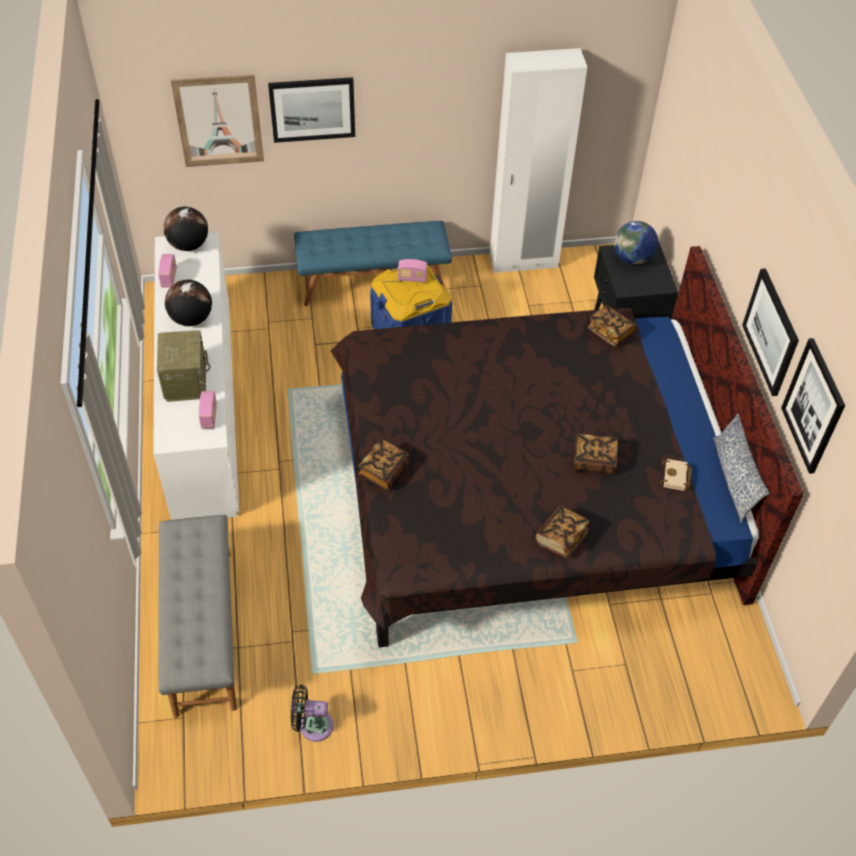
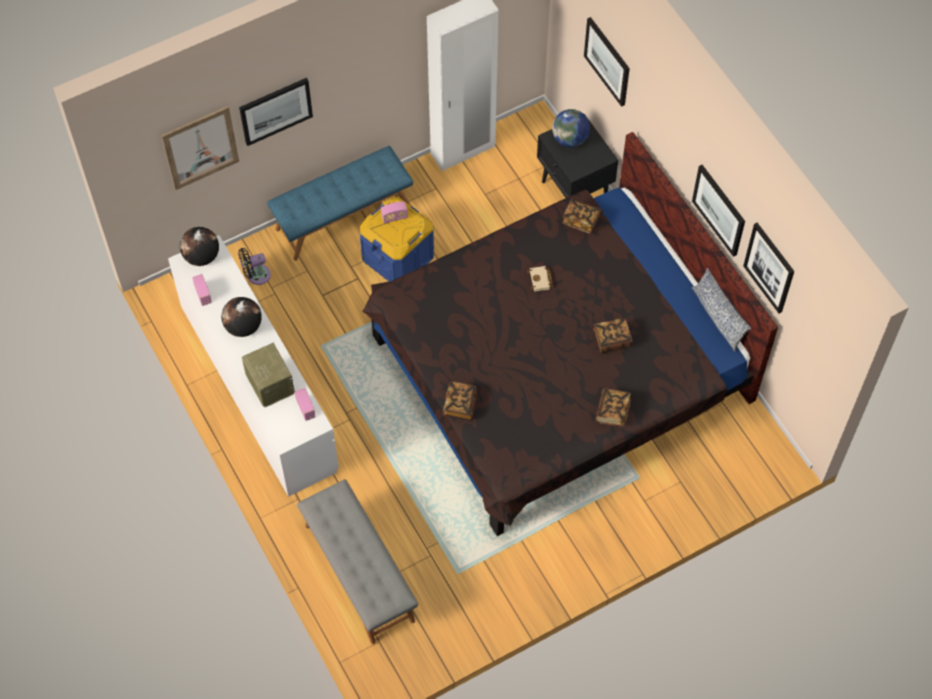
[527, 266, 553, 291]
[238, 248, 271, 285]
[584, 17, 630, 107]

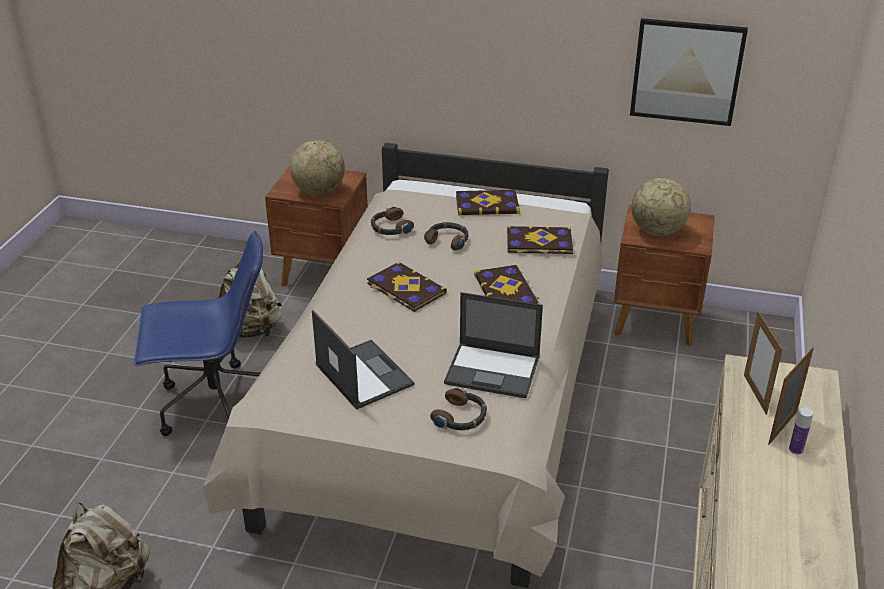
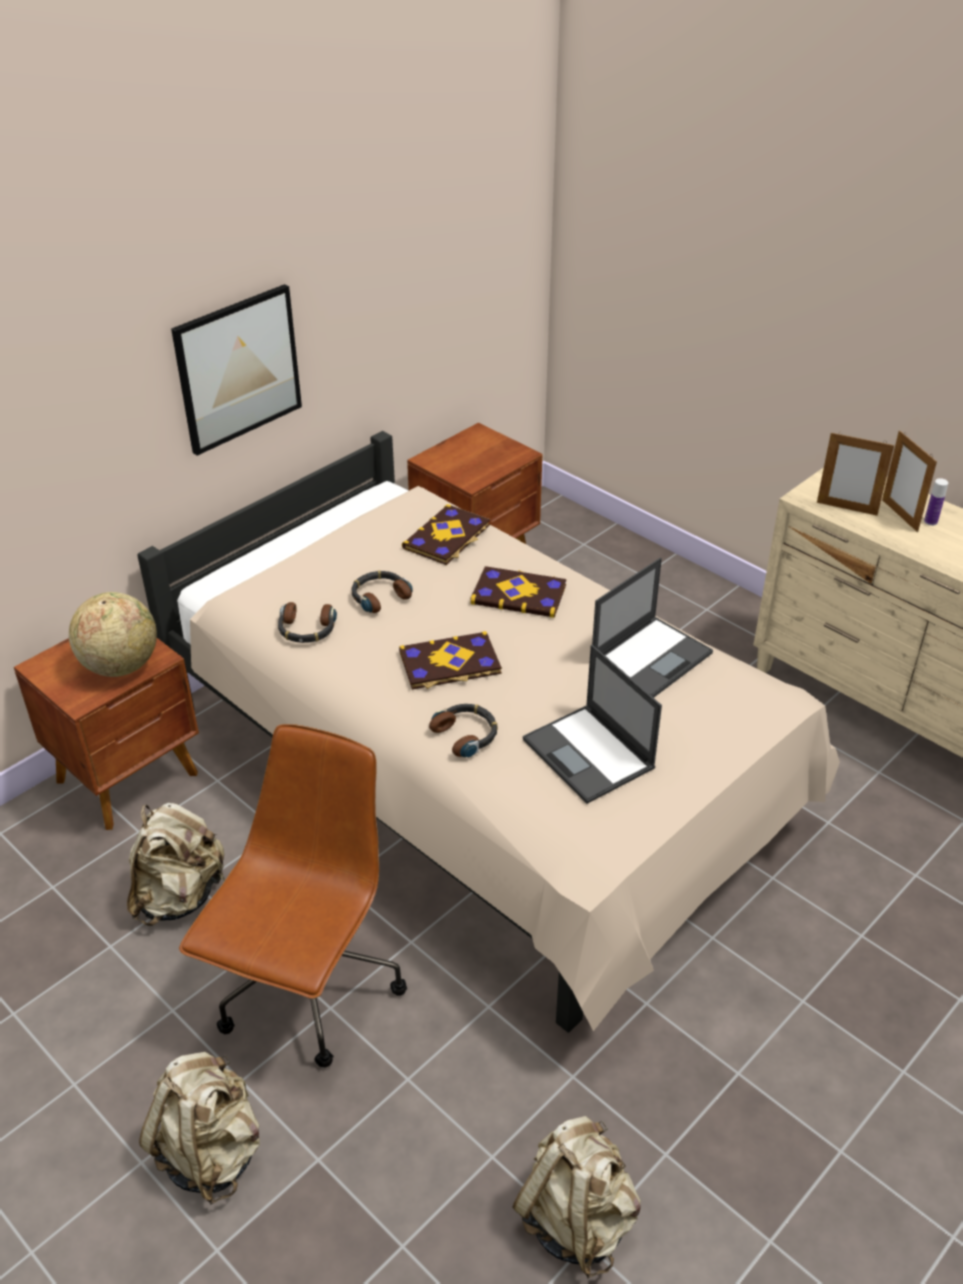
[171, 284, 302, 456]
[631, 178, 691, 236] (first image)
[456, 190, 520, 215] (first image)
[179, 724, 407, 1068]
[523, 645, 662, 804]
[429, 704, 497, 758]
[139, 1052, 260, 1205]

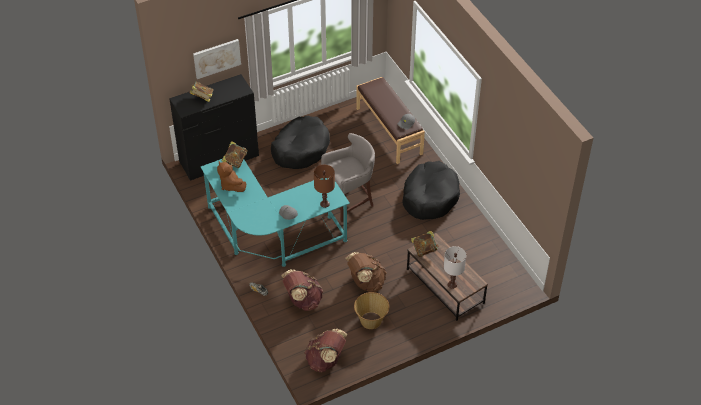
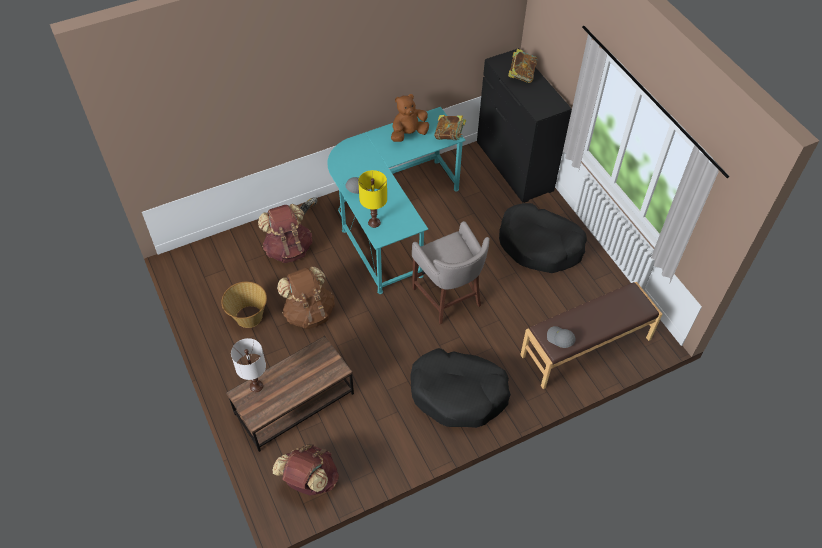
[193, 39, 241, 79] (first image)
[358, 170, 387, 228]
[411, 231, 439, 257] (first image)
[273, 444, 339, 495]

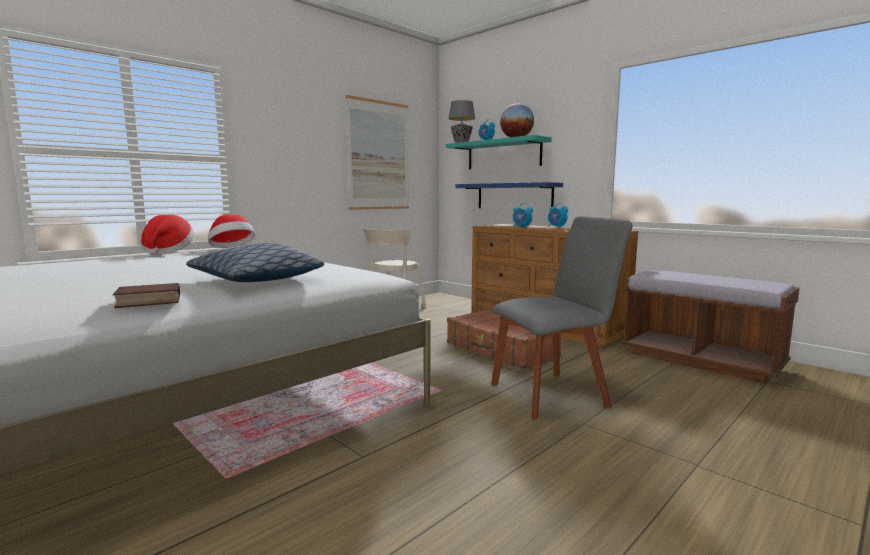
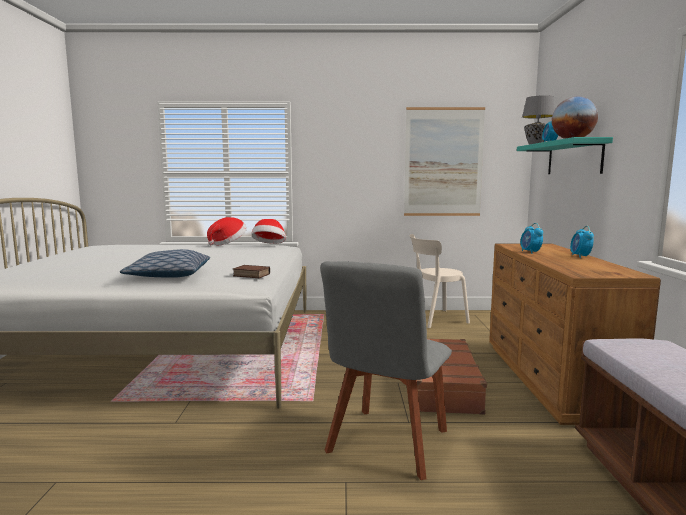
[456, 182, 563, 208] (first image)
[320, 261, 452, 480]
[233, 265, 270, 278]

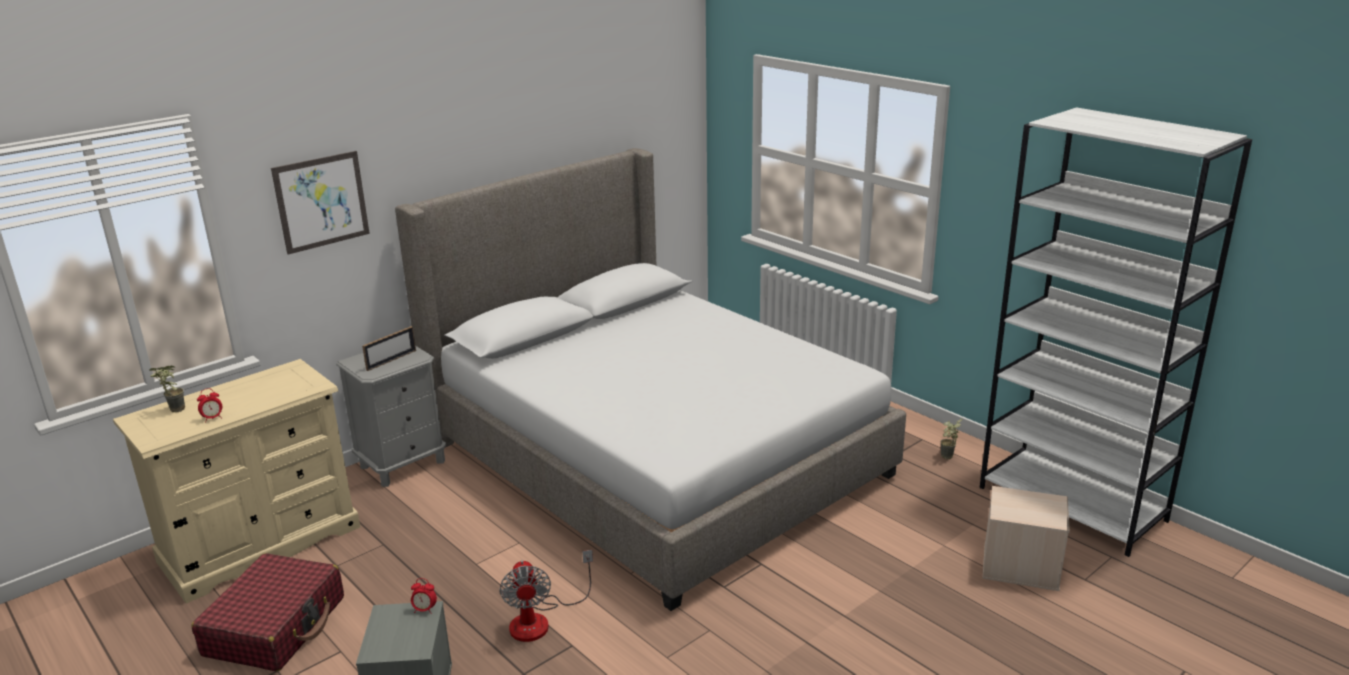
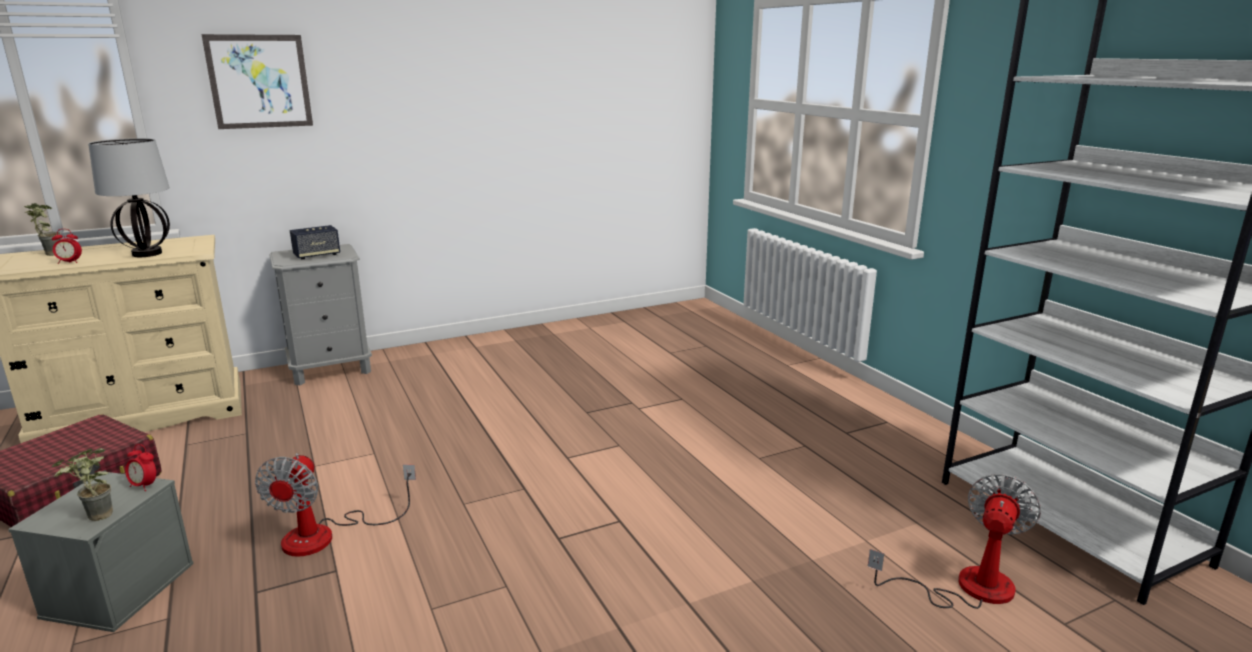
[395, 148, 906, 611] (first image)
[290, 225, 340, 260]
[52, 448, 113, 521]
[868, 474, 1041, 609]
[88, 138, 170, 257]

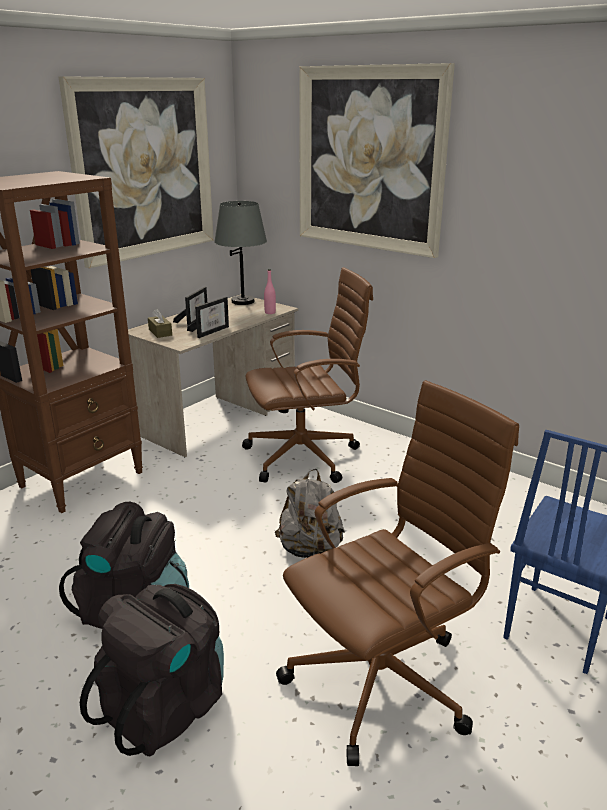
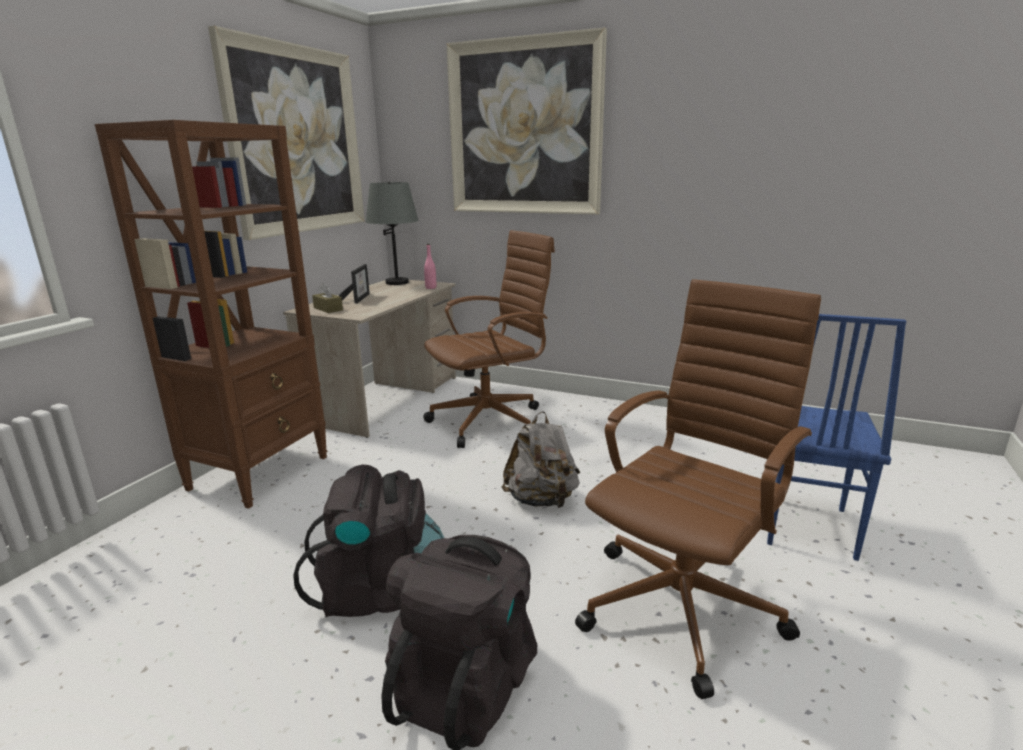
[187, 297, 229, 338] (first image)

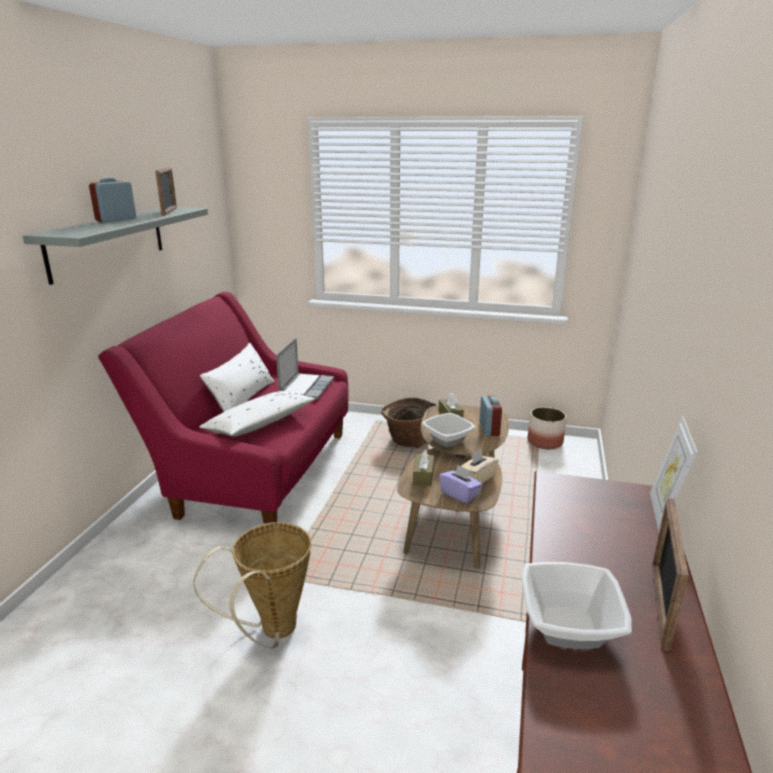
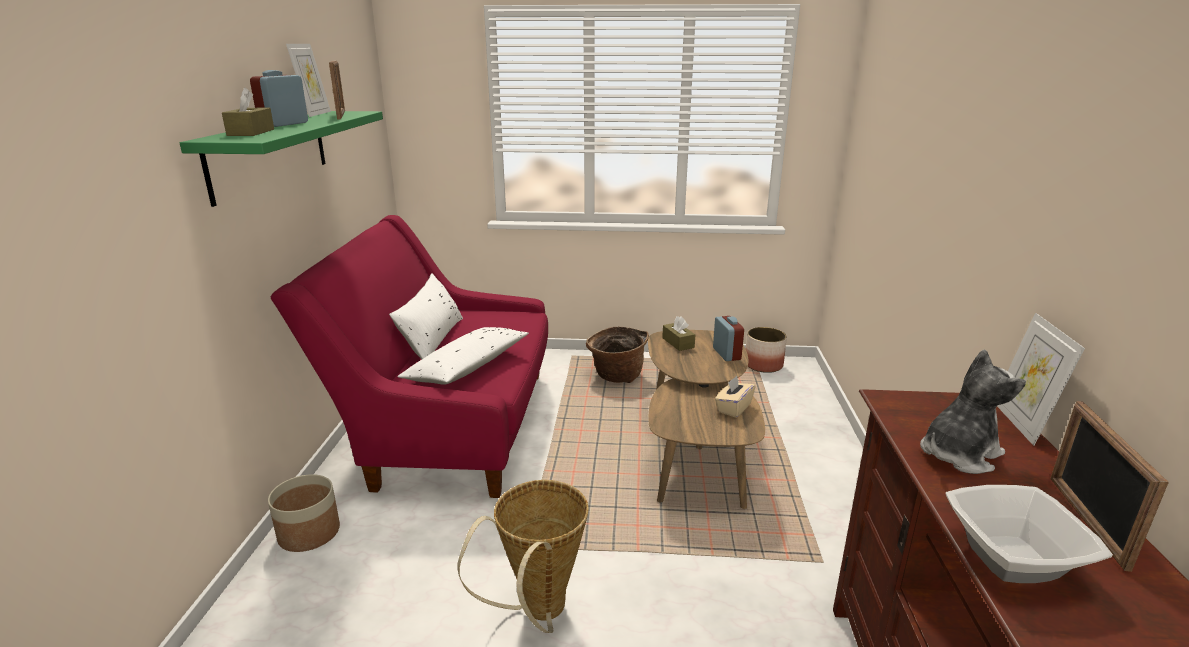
[180, 111, 383, 207]
[276, 337, 334, 399] (first image)
[422, 413, 476, 447] (first image)
[222, 87, 274, 136]
[439, 465, 482, 504] (first image)
[286, 44, 331, 117]
[920, 349, 1026, 474]
[268, 474, 340, 552]

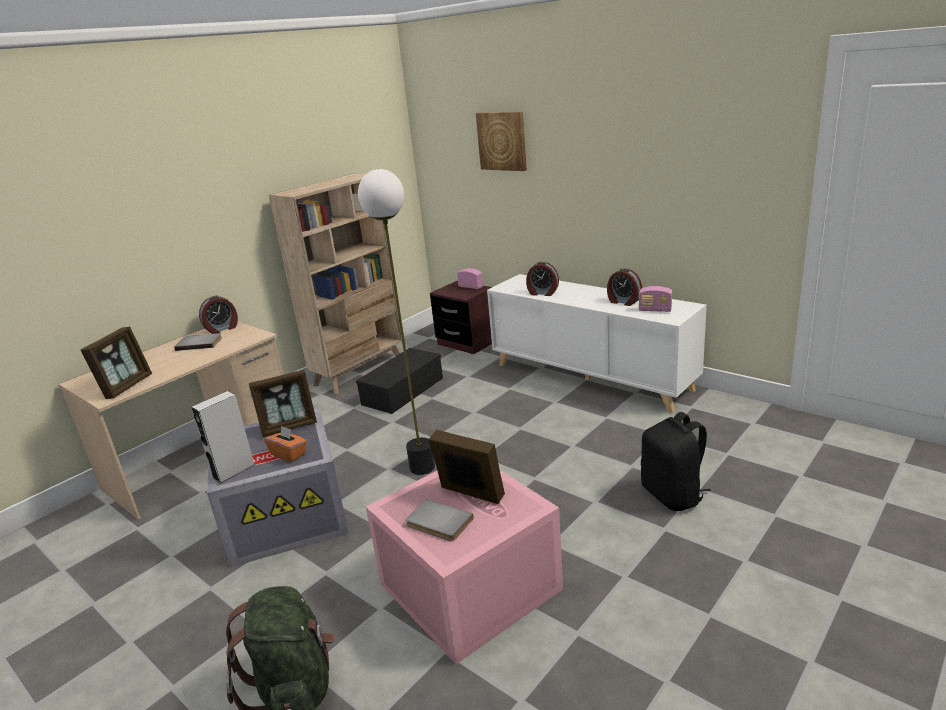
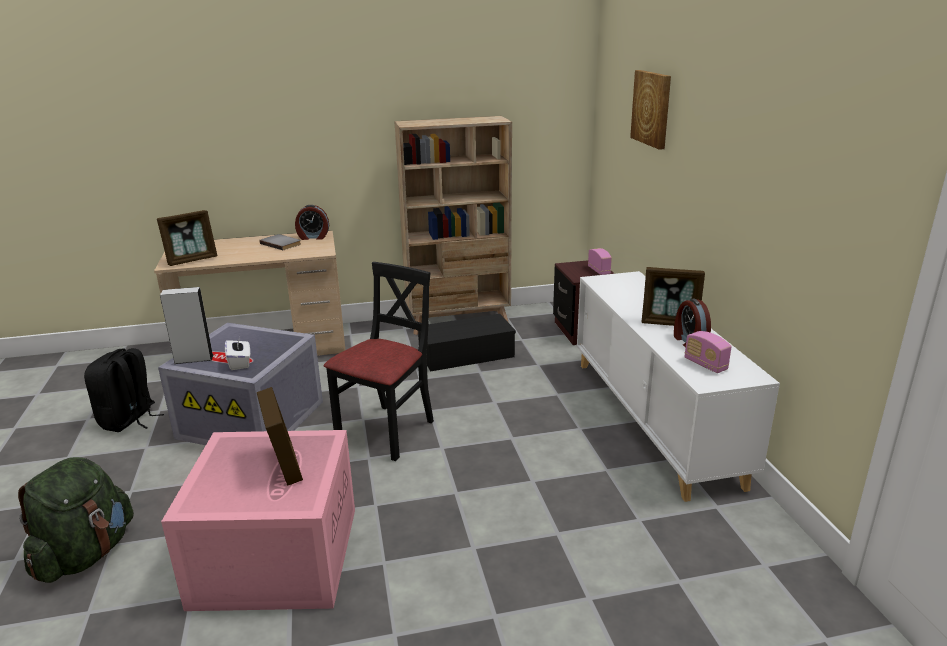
[324, 262, 434, 461]
[526, 262, 559, 296] (first image)
[641, 267, 705, 326]
[84, 348, 164, 432]
[225, 336, 250, 370]
[406, 499, 474, 541] (first image)

